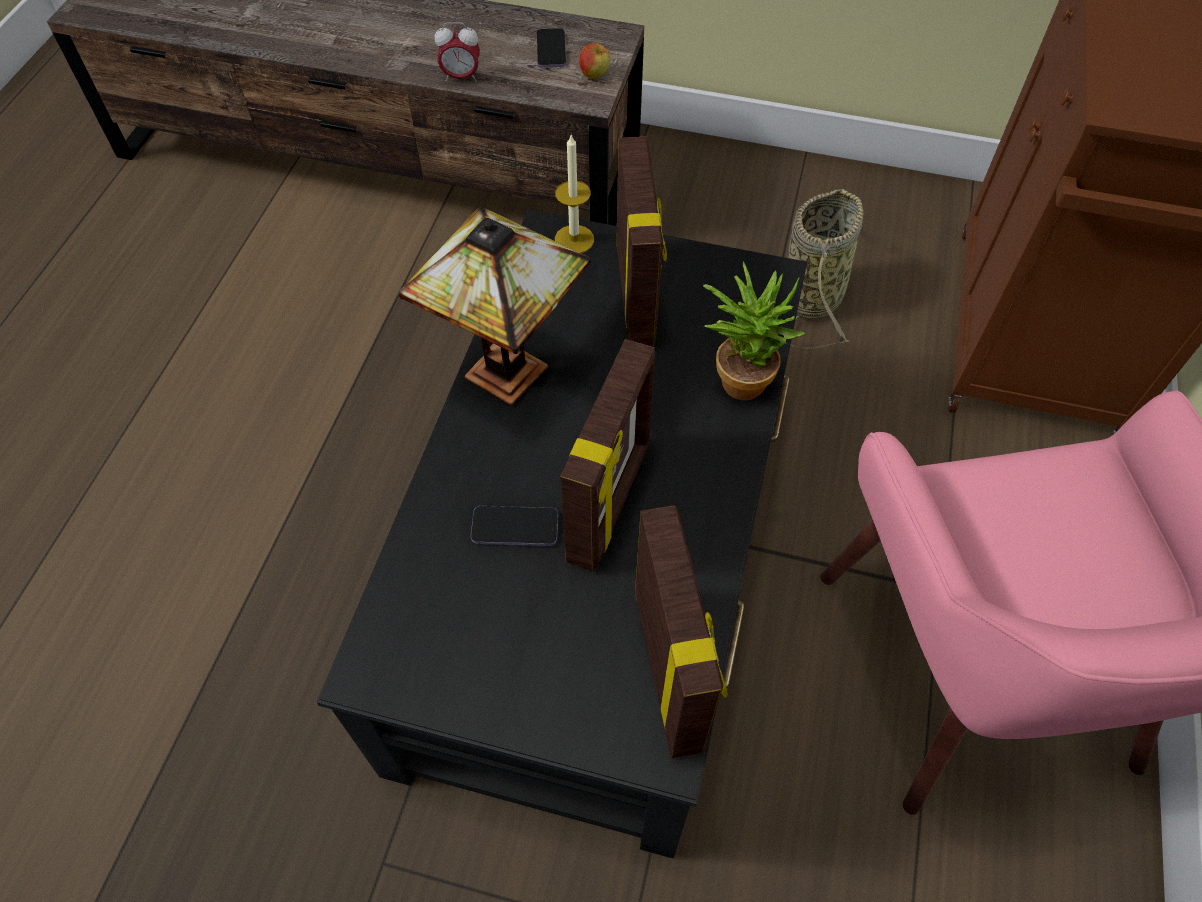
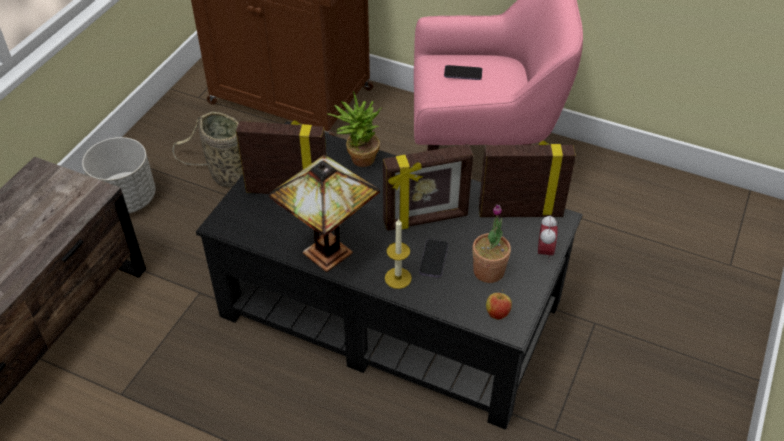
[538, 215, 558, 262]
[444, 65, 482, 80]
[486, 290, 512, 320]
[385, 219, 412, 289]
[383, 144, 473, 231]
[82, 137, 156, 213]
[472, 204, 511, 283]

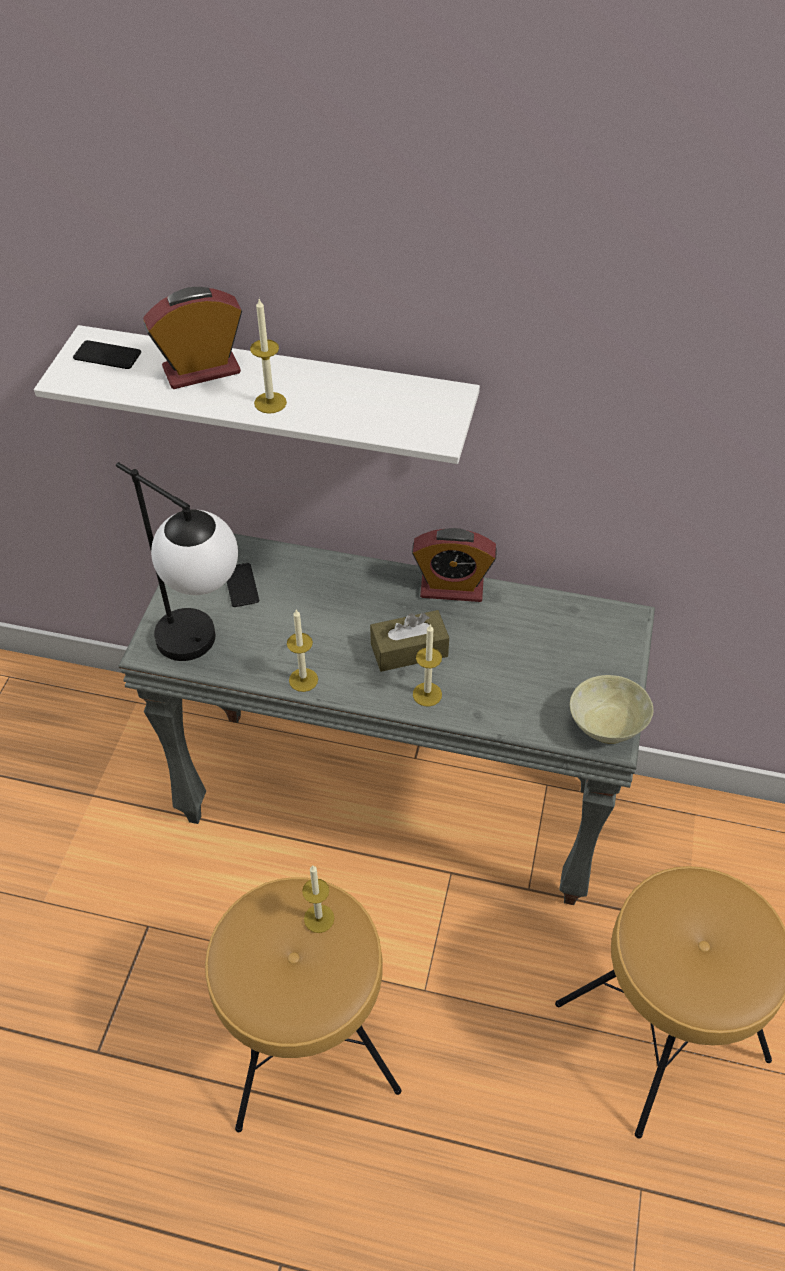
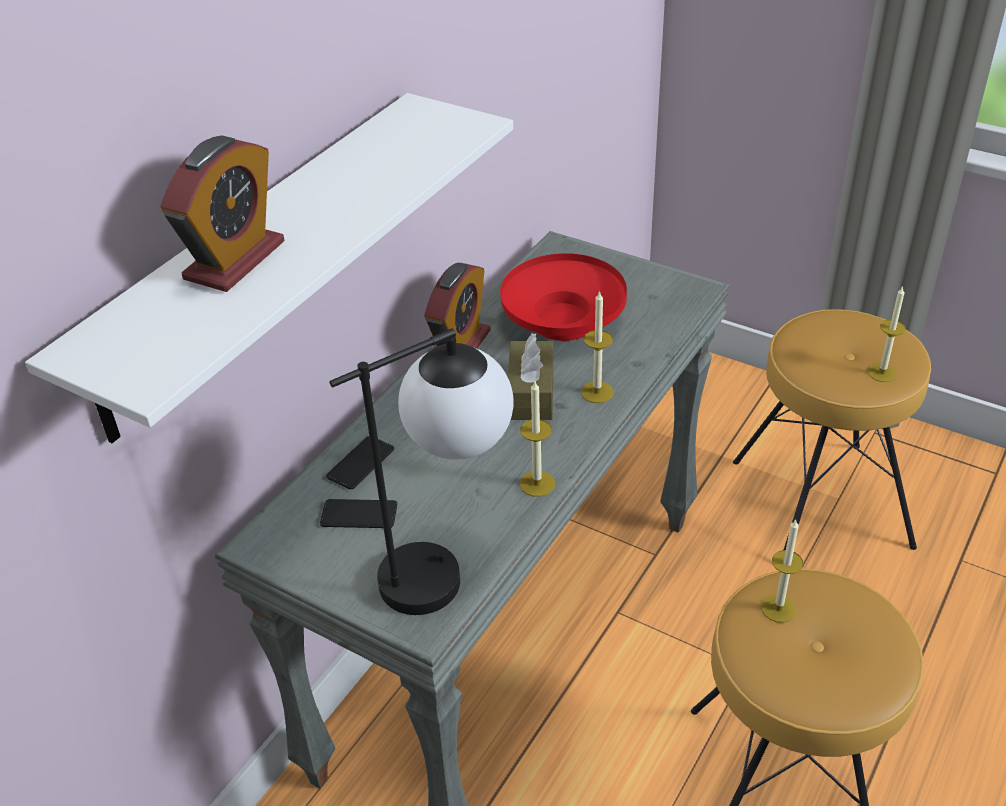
[160, 136, 285, 292]
[868, 286, 906, 382]
[326, 436, 394, 489]
[570, 675, 653, 744] (first image)
[500, 253, 627, 341]

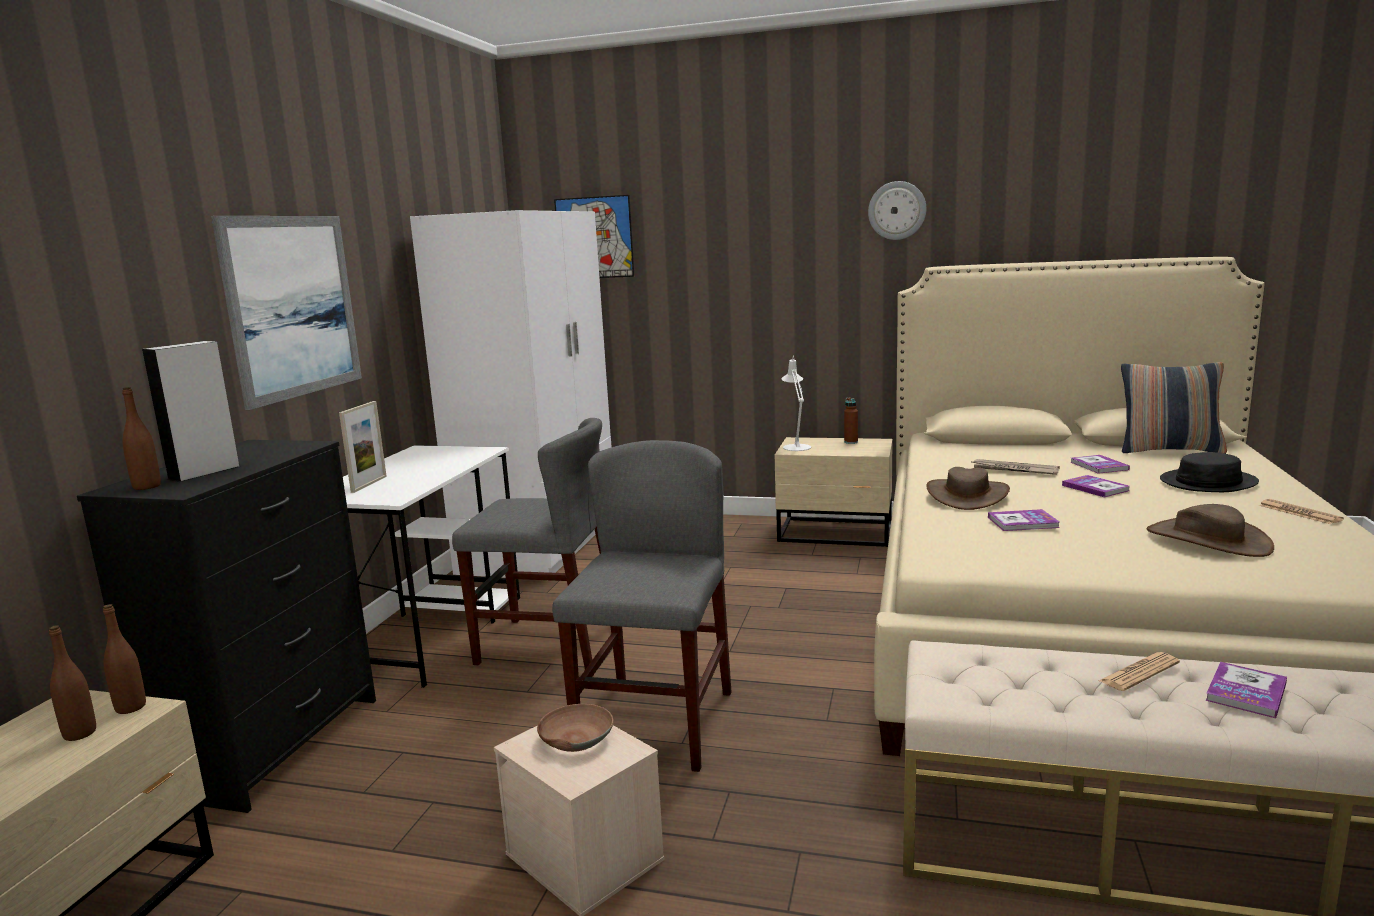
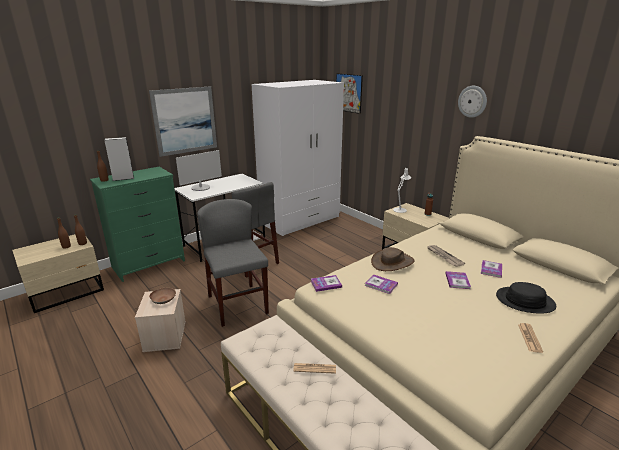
[1121, 362, 1227, 454] (first image)
[176, 150, 222, 191]
[90, 167, 185, 282]
[197, 199, 269, 327]
[1146, 504, 1274, 557] (first image)
[311, 275, 342, 292]

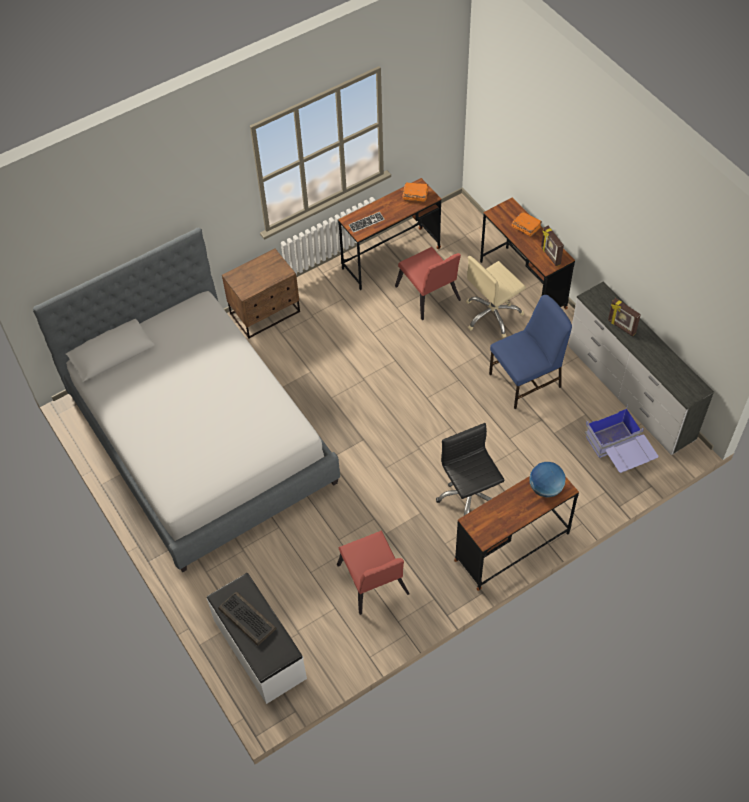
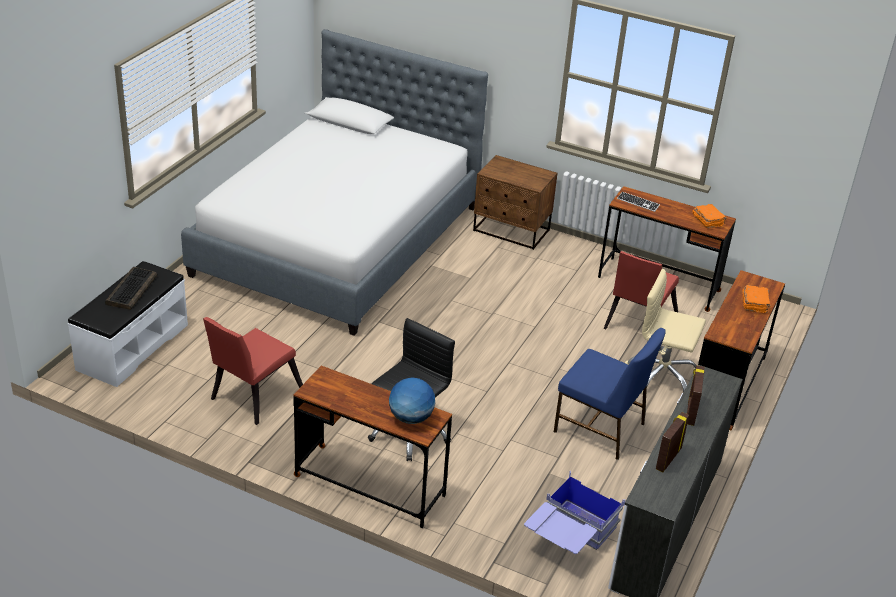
[656, 412, 689, 472]

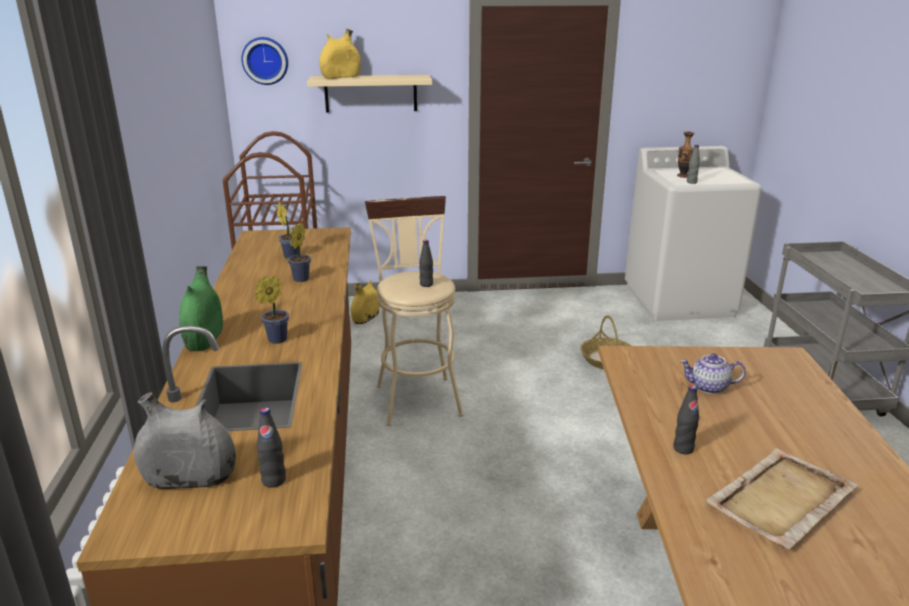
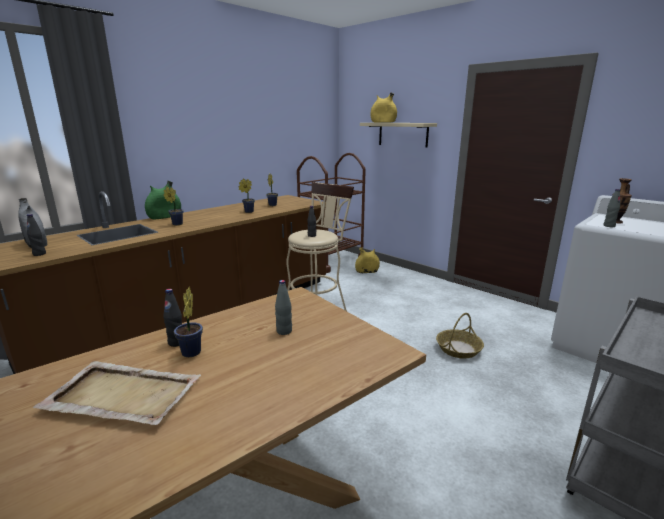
[241, 37, 288, 85] (first image)
[275, 280, 292, 335]
[174, 287, 203, 357]

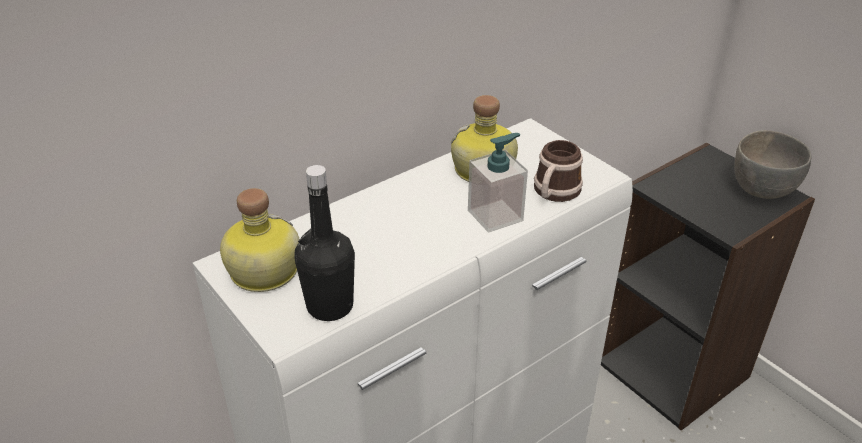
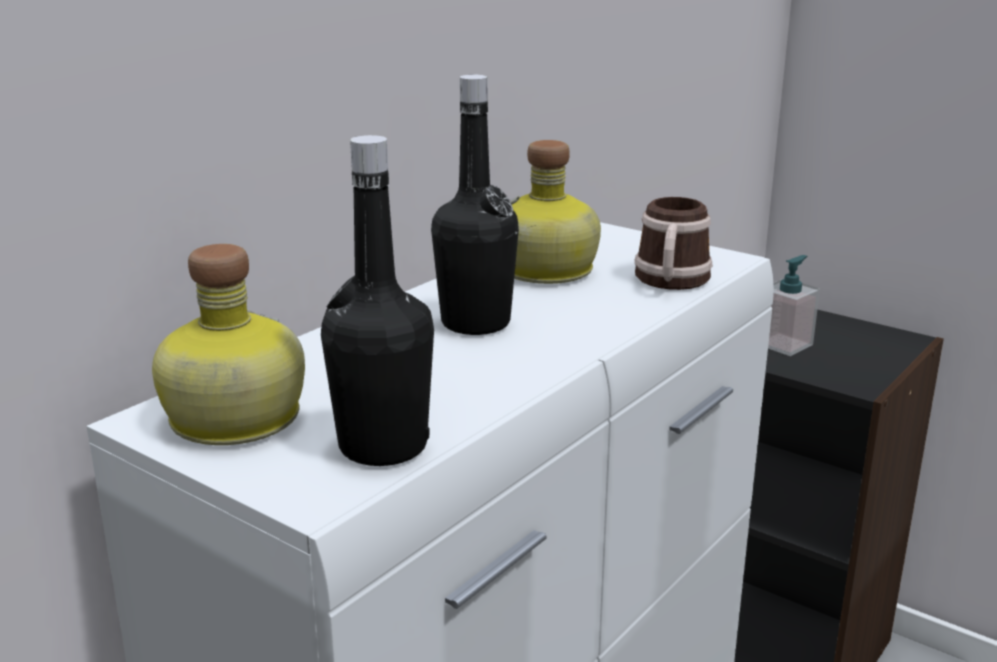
[734, 130, 811, 199] (first image)
[768, 255, 820, 356]
[431, 75, 519, 335]

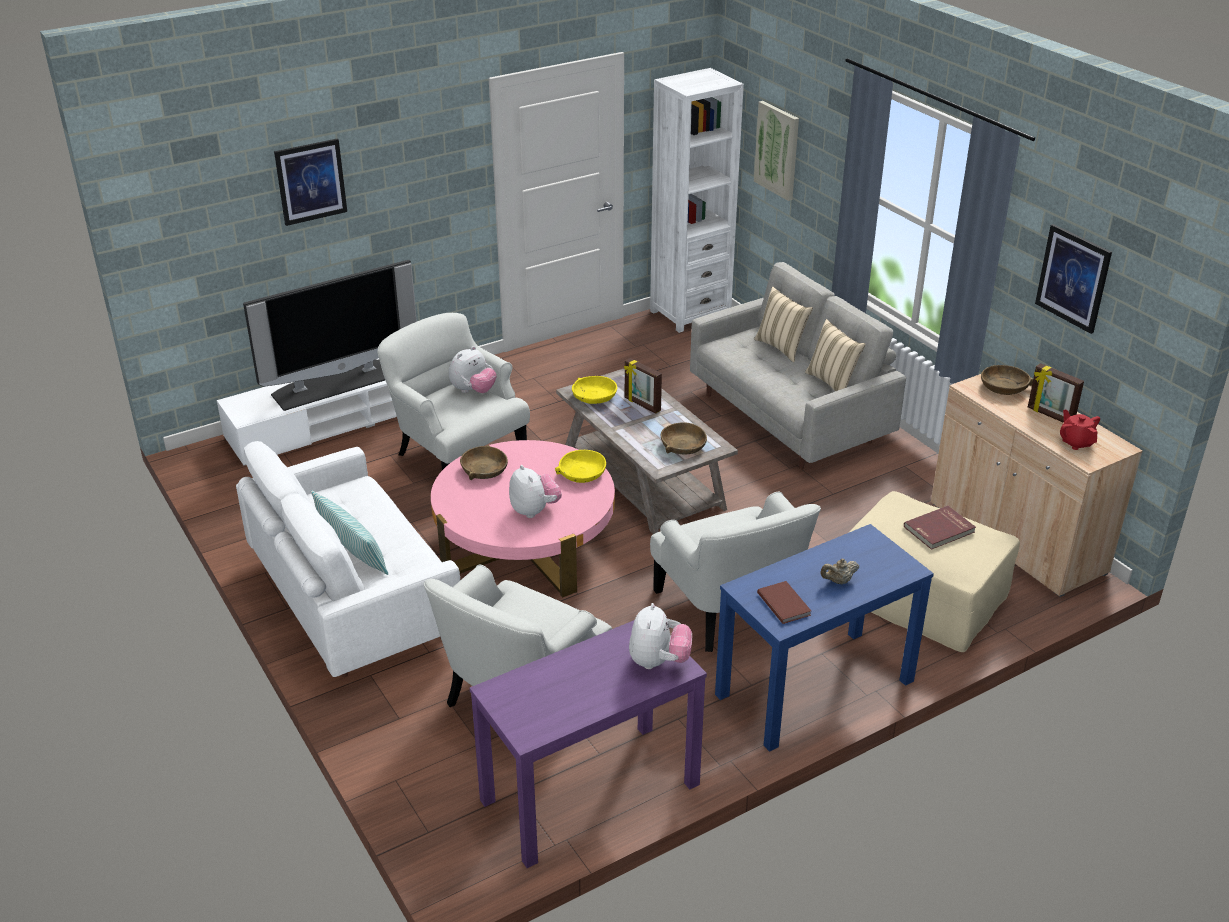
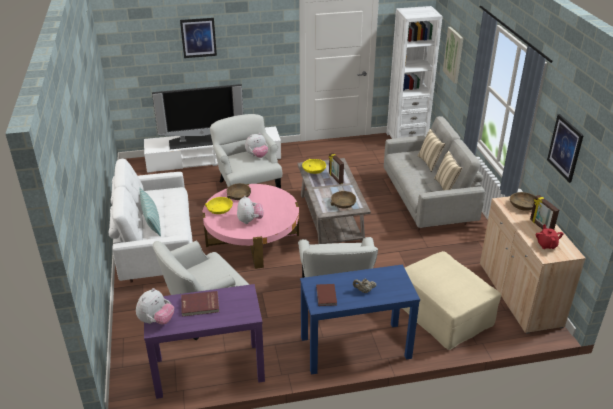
[205, 197, 233, 214]
[181, 291, 219, 316]
[136, 288, 174, 325]

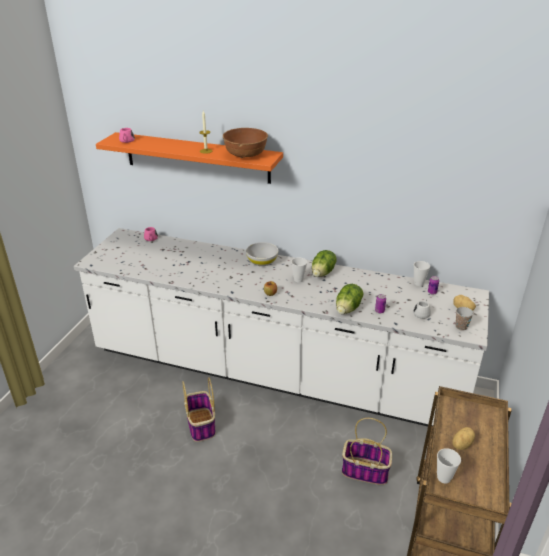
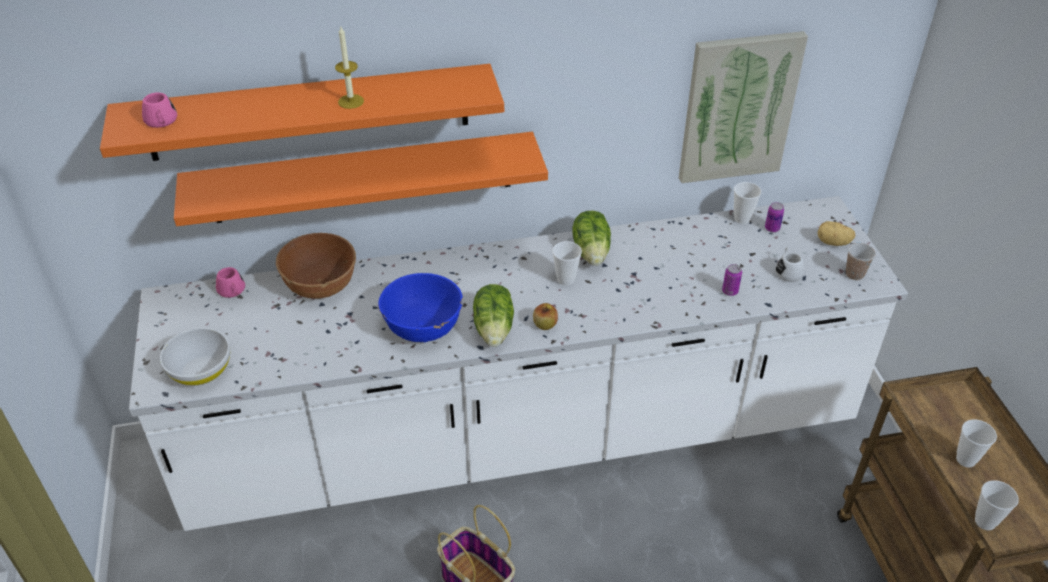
[276, 233, 356, 298]
[160, 328, 230, 386]
[473, 284, 514, 347]
[342, 418, 392, 485] (first image)
[956, 419, 997, 467]
[679, 31, 808, 183]
[174, 132, 548, 226]
[378, 273, 463, 342]

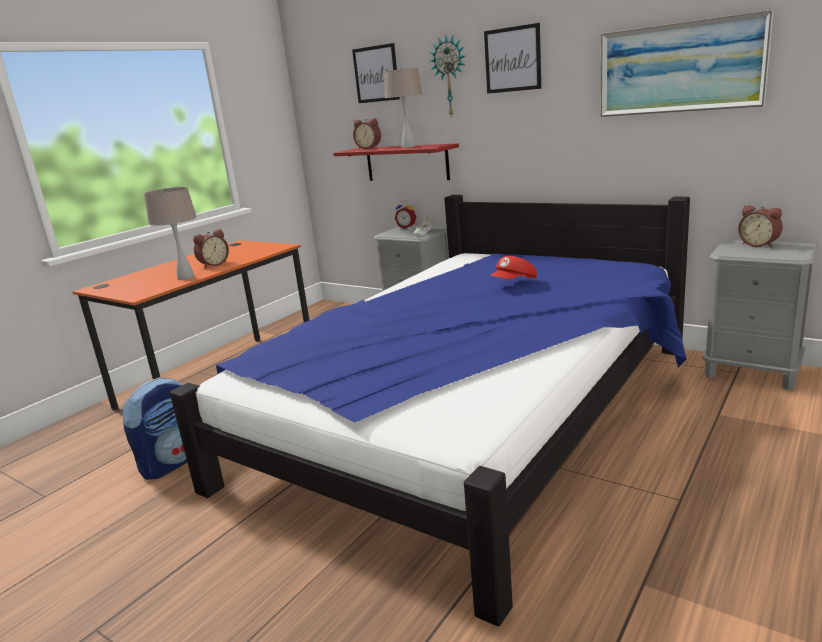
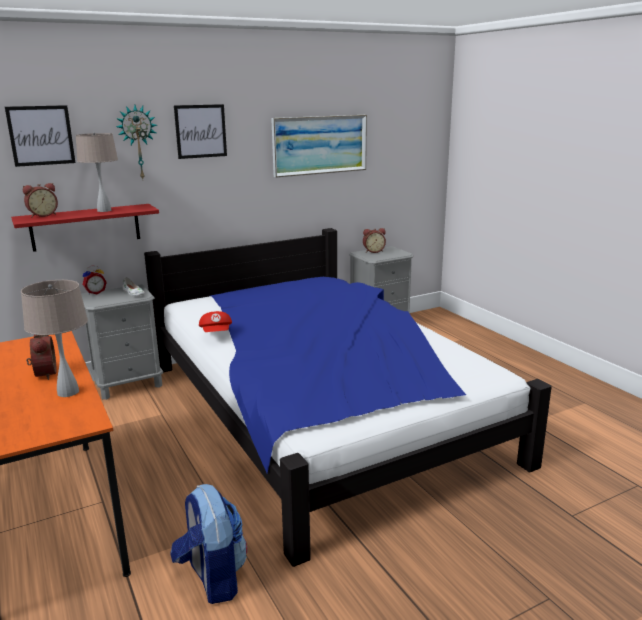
[199, 311, 232, 332]

